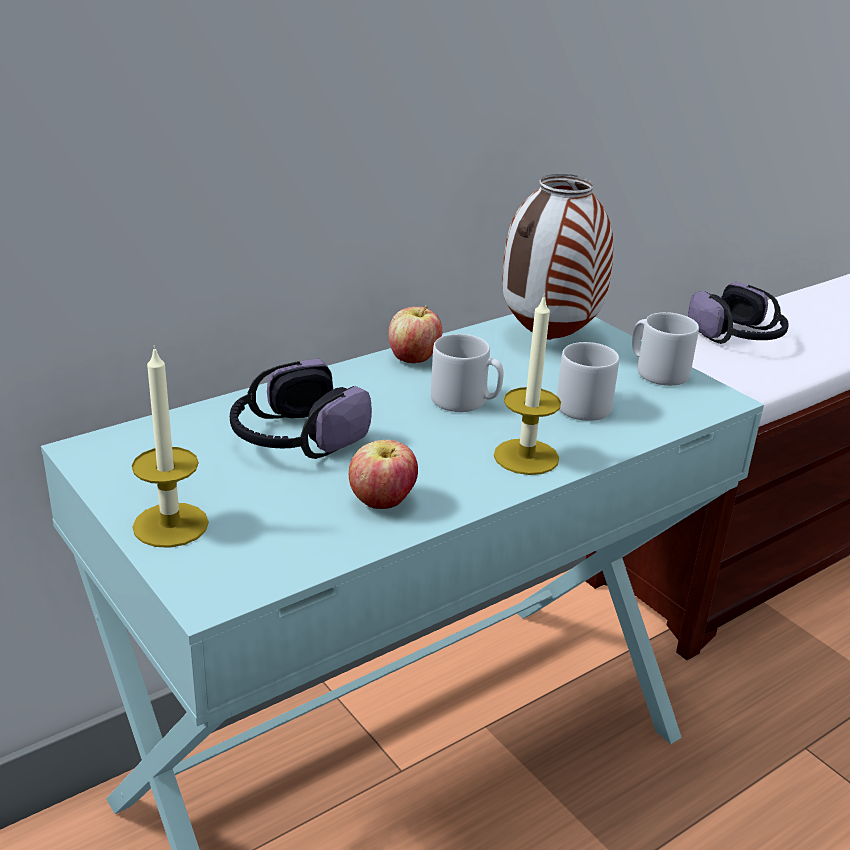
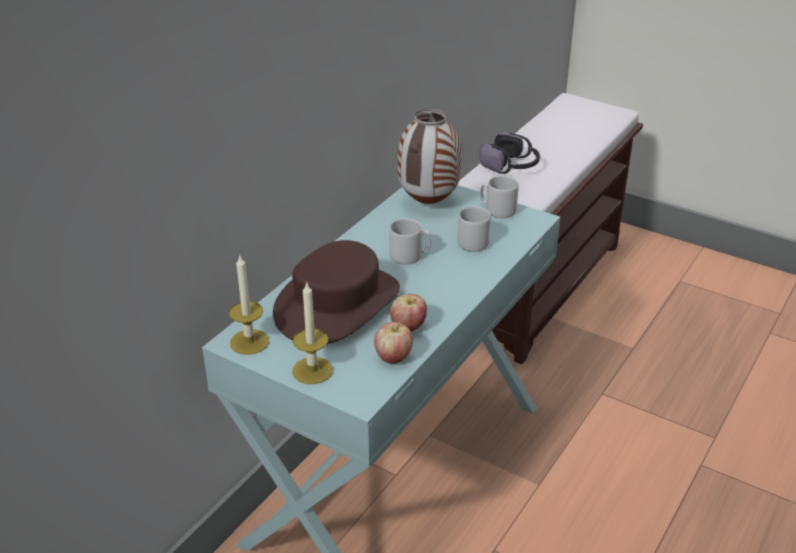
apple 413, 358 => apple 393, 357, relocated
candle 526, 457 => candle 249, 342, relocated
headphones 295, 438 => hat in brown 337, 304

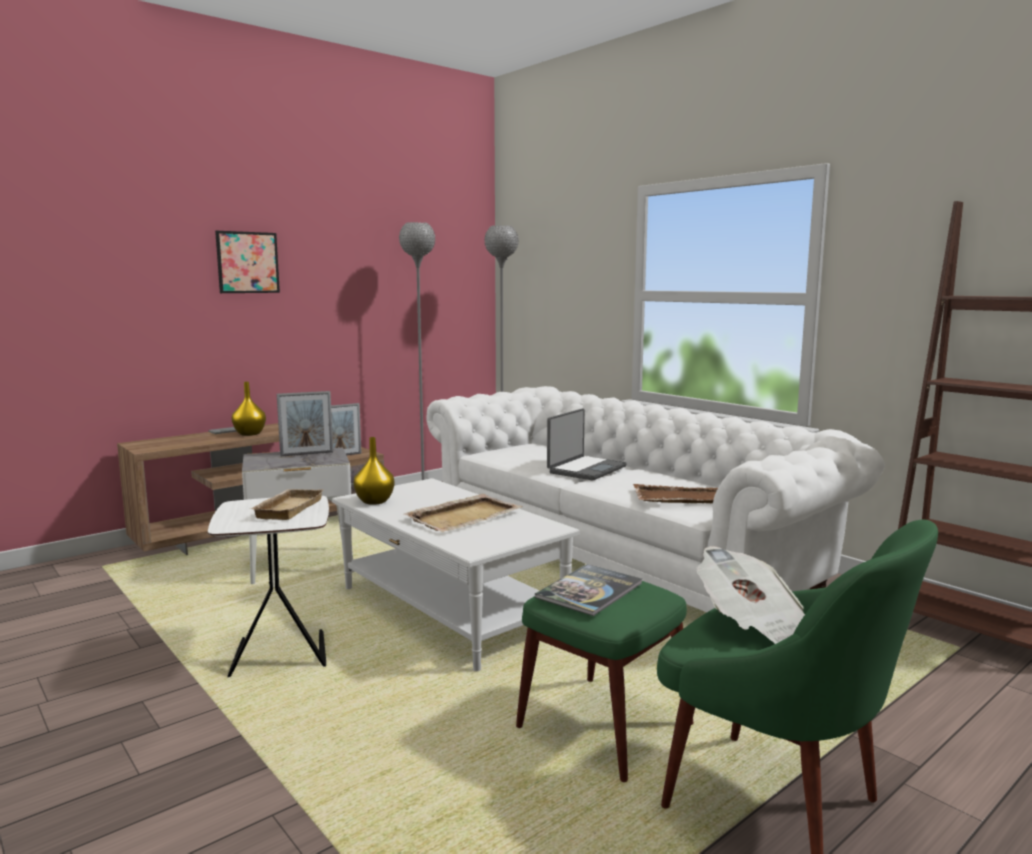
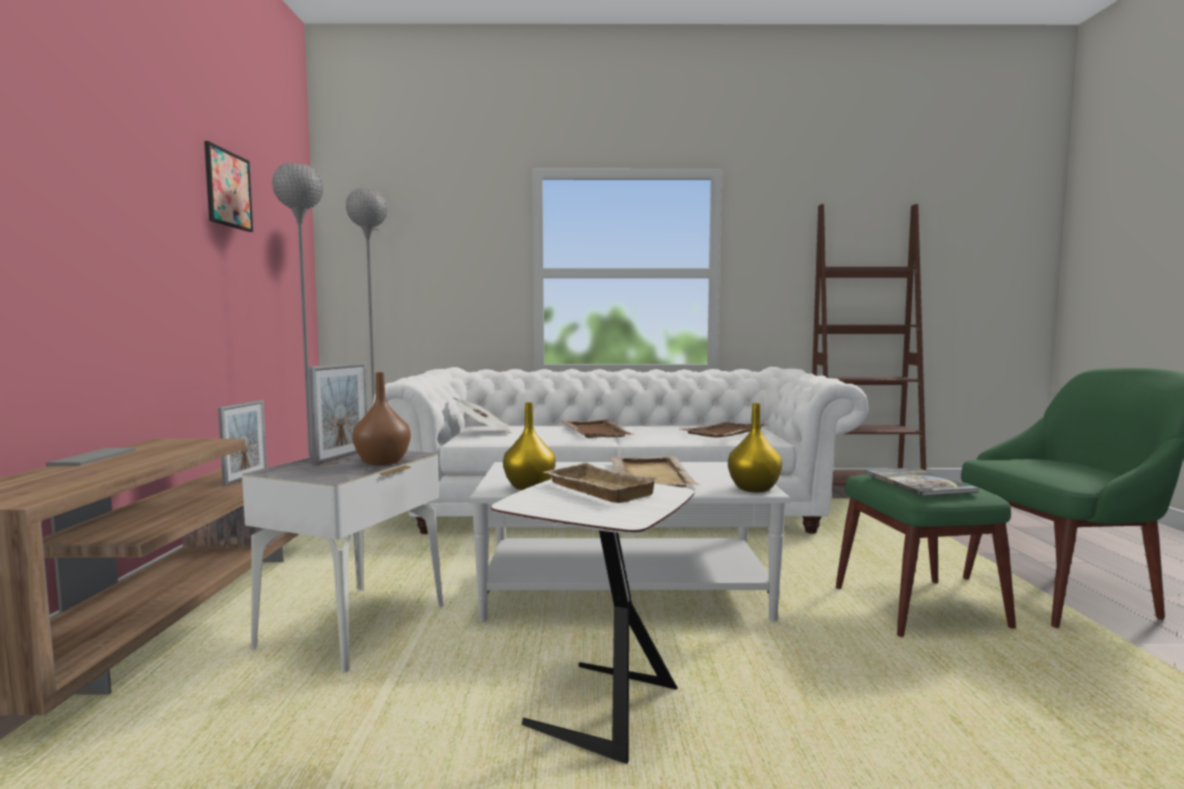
nothing => vase in brown 382, 462
picture 247, 262 => picture 228, 189, relocated
vase in yellow 250, 434 => vase in yellow 755, 489, relocated
newspaper 753, 625 => newspaper 484, 432, relocated
laptop 585, 469 => tray in brown 596, 431

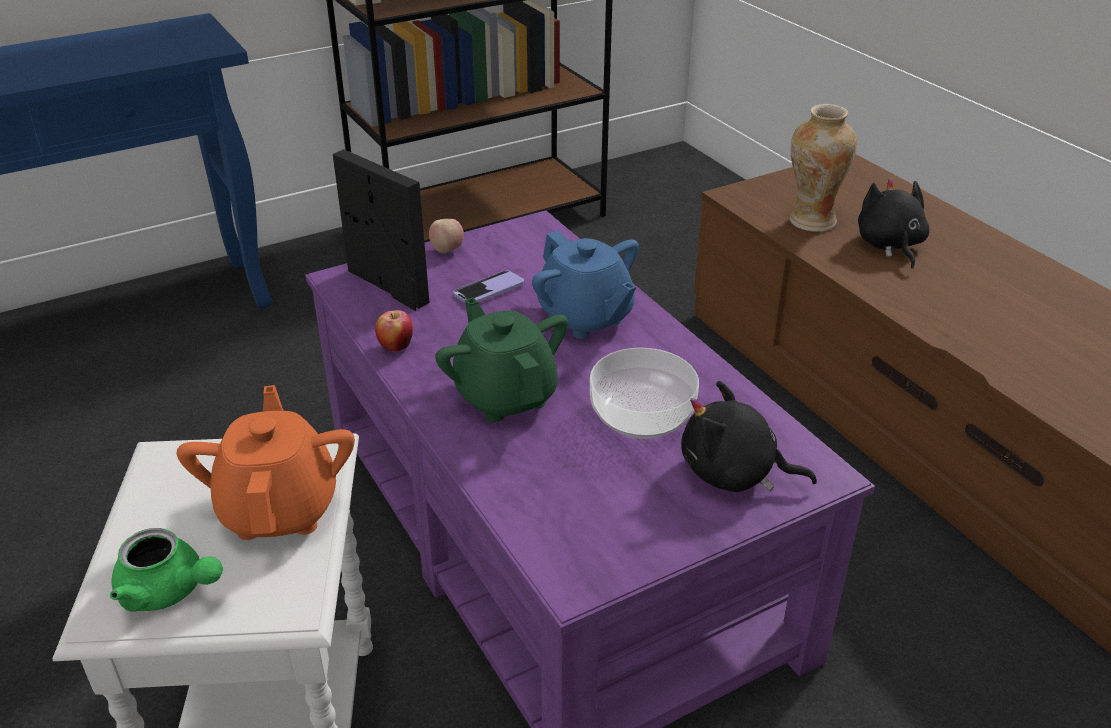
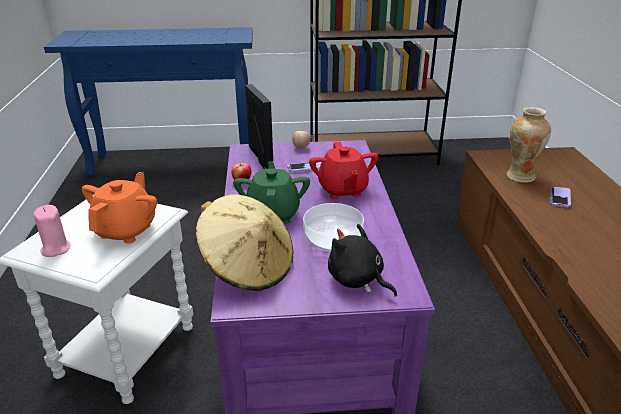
nothing => hat in beige 248, 267
teapot in green 169, 591 => candle in pink 55, 249
plush toy in black 889, 245 => phone 560, 198
teapot in blue 585, 317 => teapot in red 342, 190

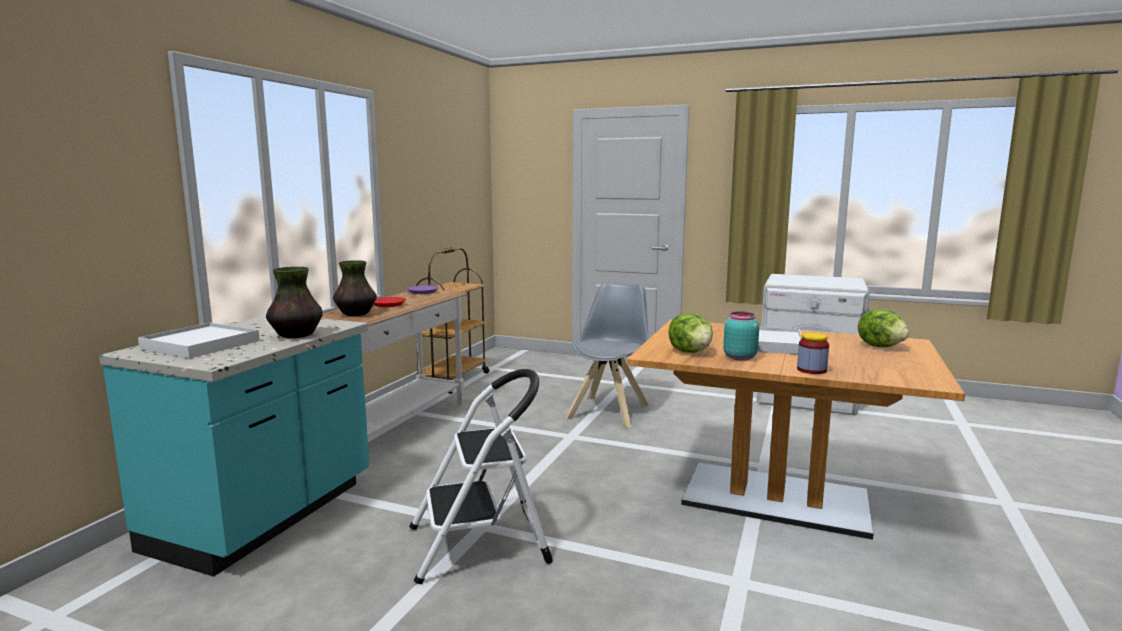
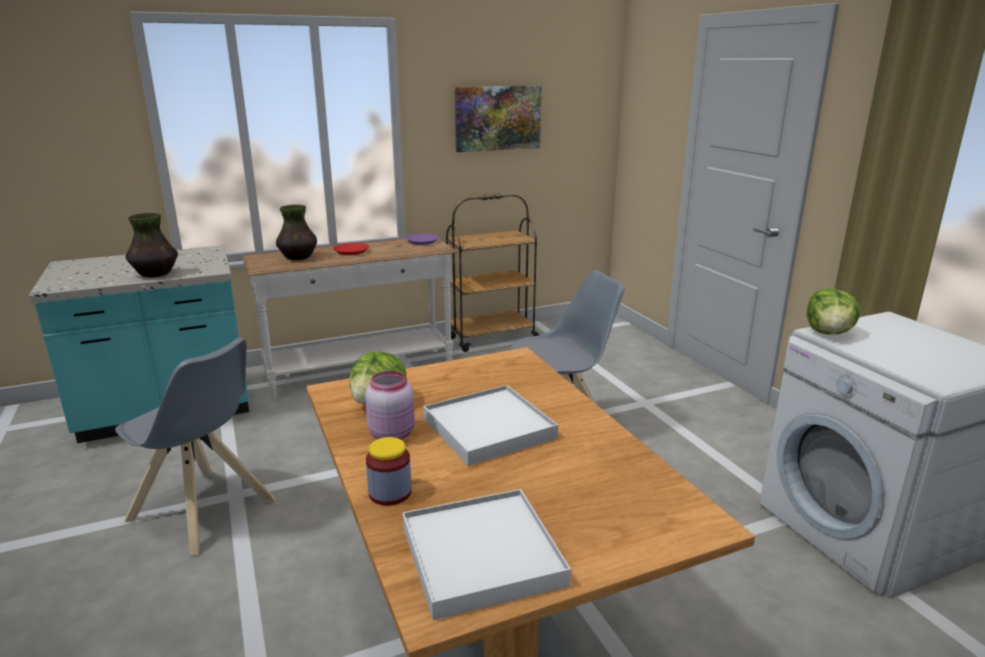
nothing => picture 497, 118
tray in white 201, 345 => tray in white 481, 556, relocated
lettuce 881, 346 => lettuce 829, 333, relocated
step ladder 483, 545 => chair in grey 204, 511
jar in turquoise 739, 357 => jar in pink 393, 434

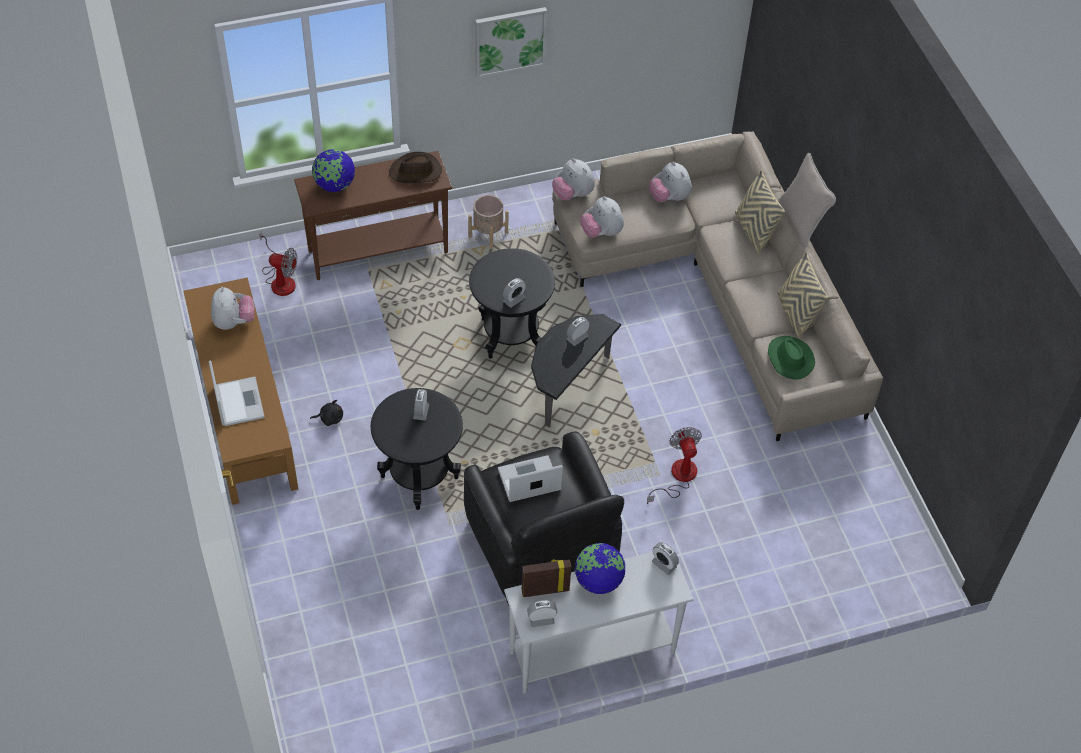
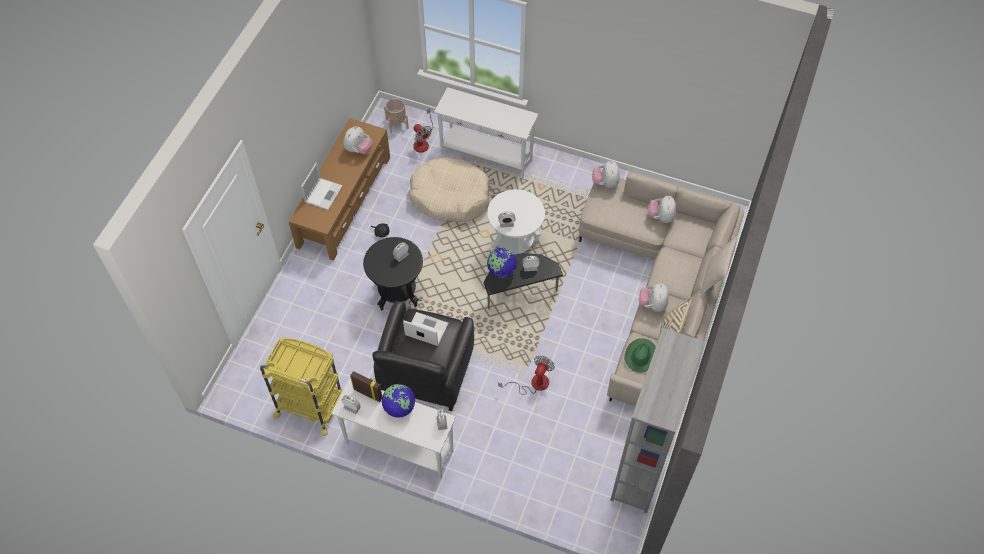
hat in brown 416, 172 => nothing
picture 510, 41 => nothing
pillow in beige 754, 231 => nothing
nothing => cart in yellow 311, 405
nothing => dog bed in beige 450, 196
nothing => bookcase in grey 641, 466
globe 334, 185 => globe 501, 270, relocated
planter in beige 488, 234 => planter in beige 397, 123, relocated
plush toy 601, 232 => plush toy 652, 304, relocated
console table in brown 379, 251 => console table in white 487, 155
side table in black 511, 335 => side table in white 515, 245

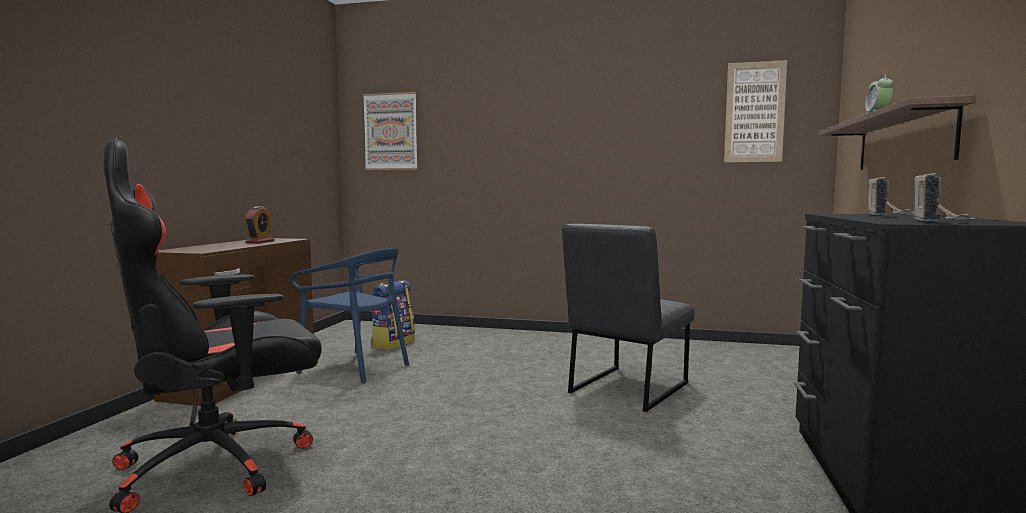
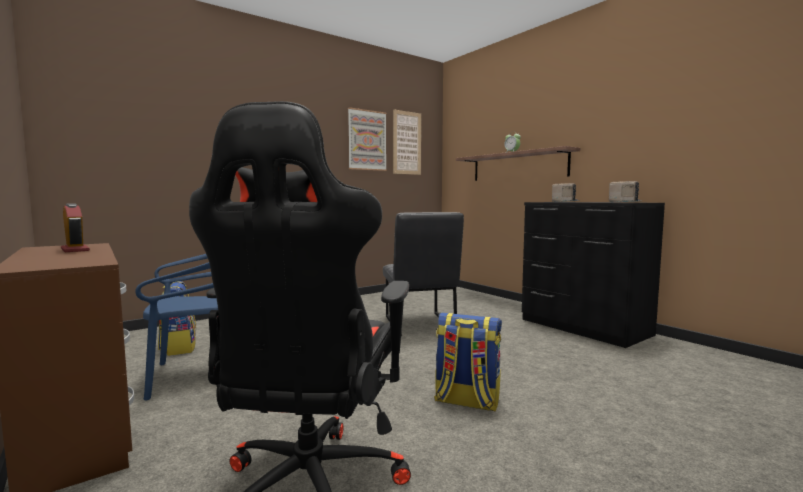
nothing => backpack 466, 401
picture 391, 131 => picture 367, 140, relocated

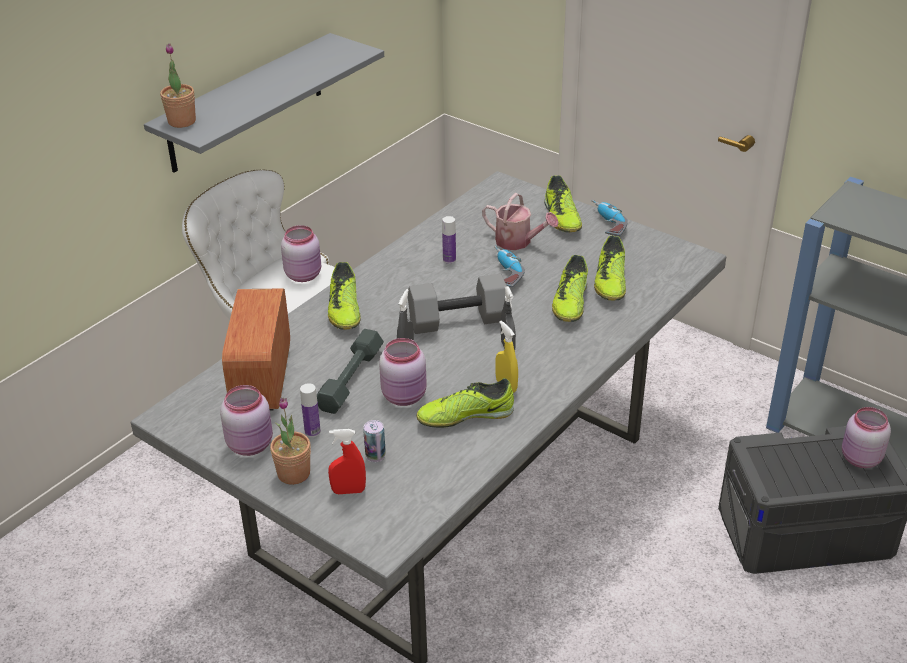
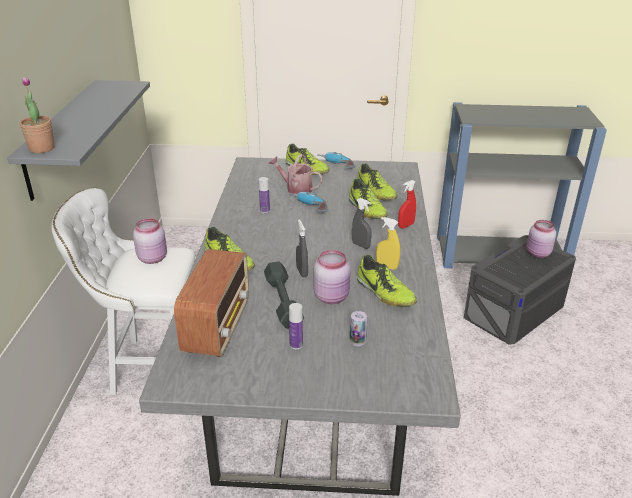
jar in pink 251, 444 => nothing
potted plant 293, 473 => nothing
dumbbell in grey 457, 322 => nothing
spray bottle in red 348, 491 => spray bottle in red 406, 225, relocated
radio 261, 379 => radio 217, 326, 135 degrees counterclockwise
shoe 465, 416 => shoe 384, 293, 75 degrees counterclockwise
watering can 518, 242 => watering can 296, 188, 150 degrees counterclockwise

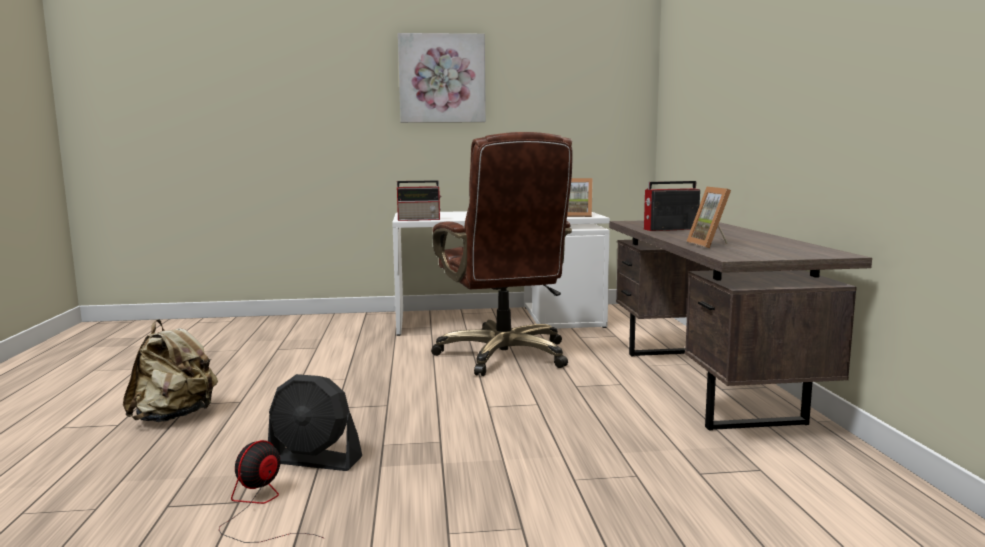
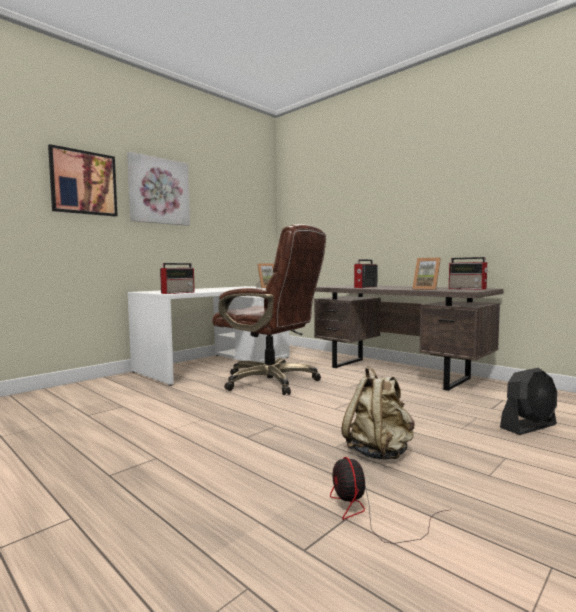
nothing => picture 83, 183
nothing => radio 468, 288
backpack in beige 174, 417 => backpack in beige 379, 452, relocated
fan in black 314, 460 => fan in black 528, 426, relocated

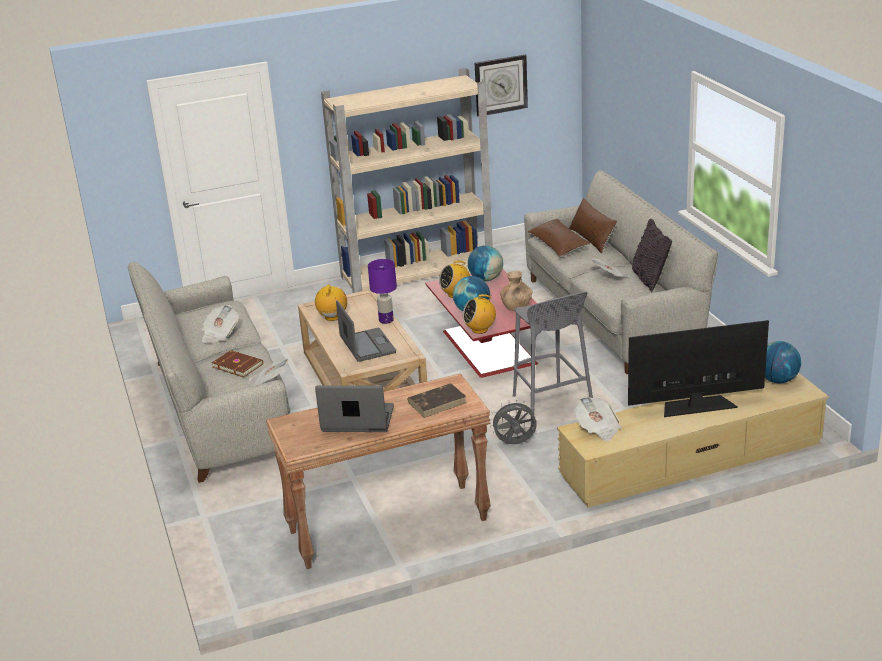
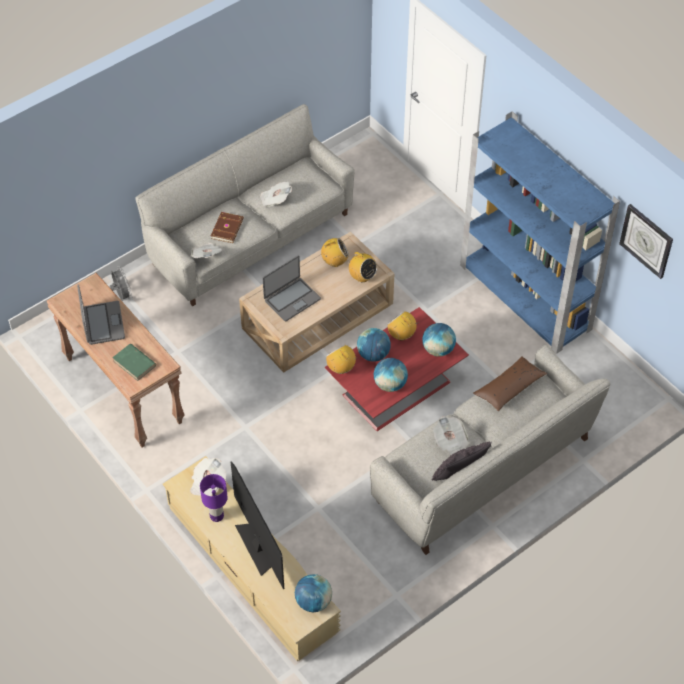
stool in grey 550, 405 => nothing
pillow in brown 592, 239 => nothing
nothing => radio 362, 277
table lamp in purple 386, 320 => table lamp in purple 217, 516, relocated
fan in grey 515, 444 => fan in grey 122, 296, relocated
vase in brown 516, 307 => globe 390, 384
bookcase in beige 417, 272 => bookcase in blue 525, 297
book in brown 437, 402 => book in green 135, 363

